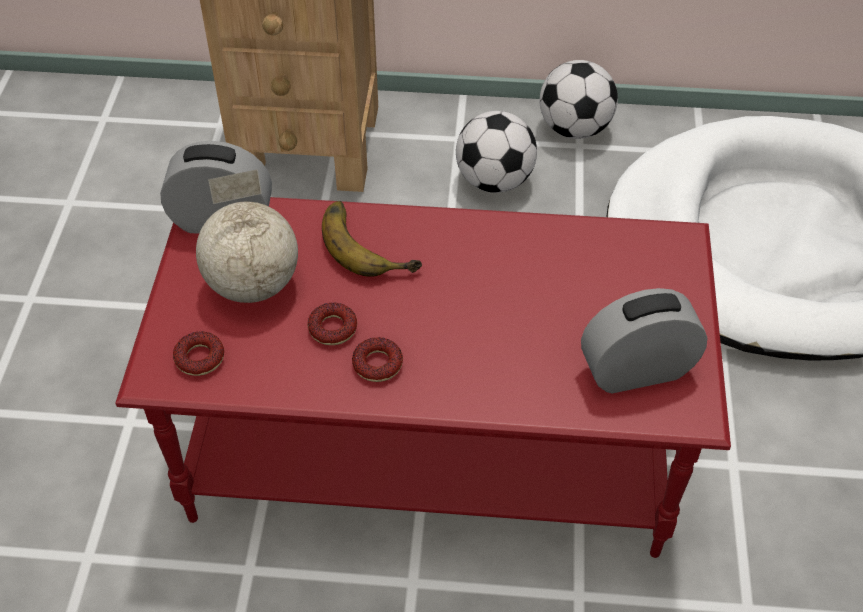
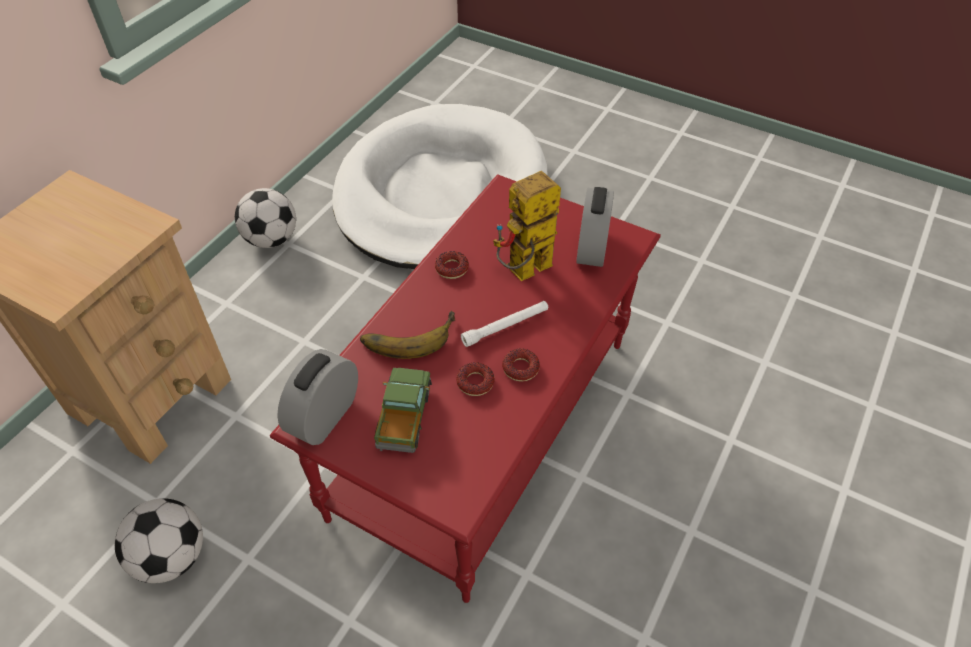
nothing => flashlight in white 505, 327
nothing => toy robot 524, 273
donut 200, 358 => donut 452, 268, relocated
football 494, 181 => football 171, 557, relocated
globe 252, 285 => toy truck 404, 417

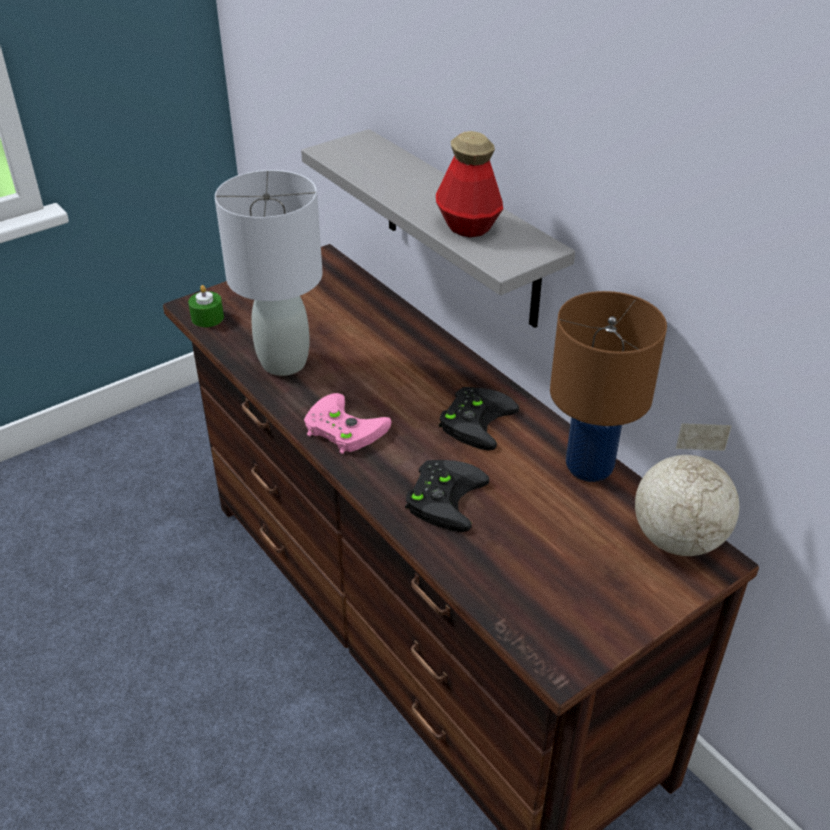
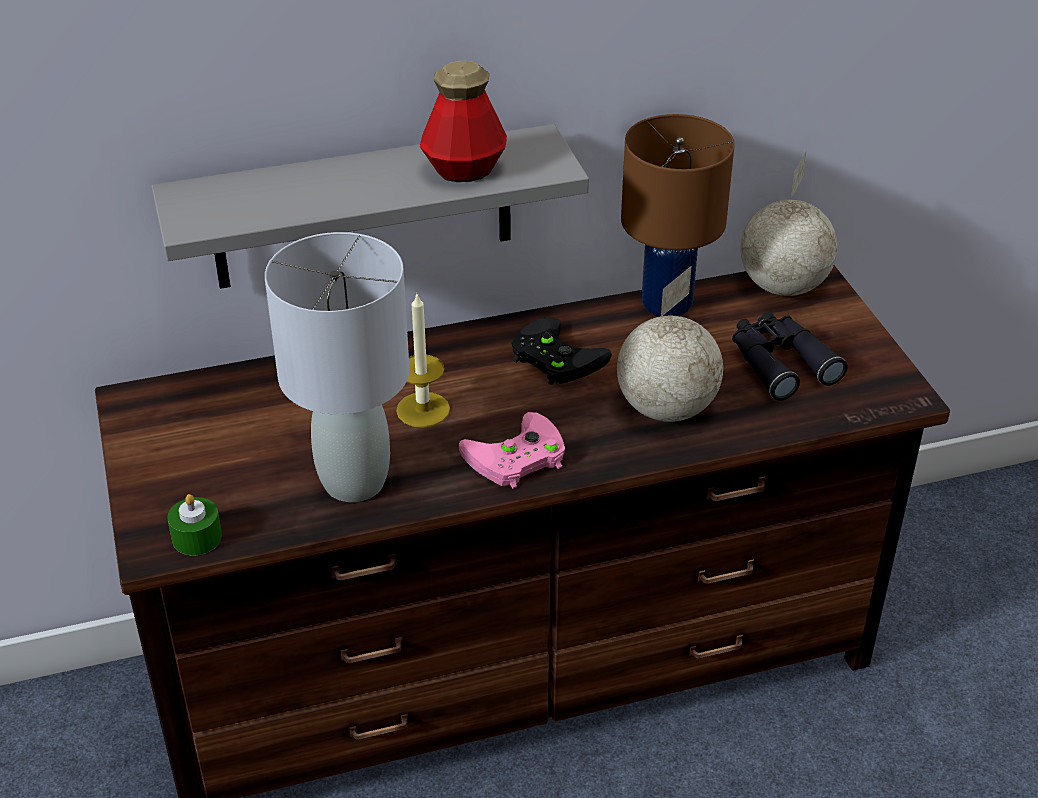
nothing => candle 423, 410
nothing => binoculars in black 779, 363
game controller in black 443, 496 => globe 665, 409

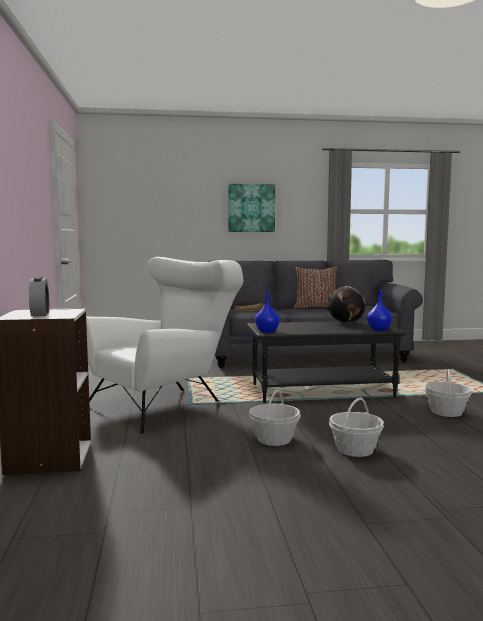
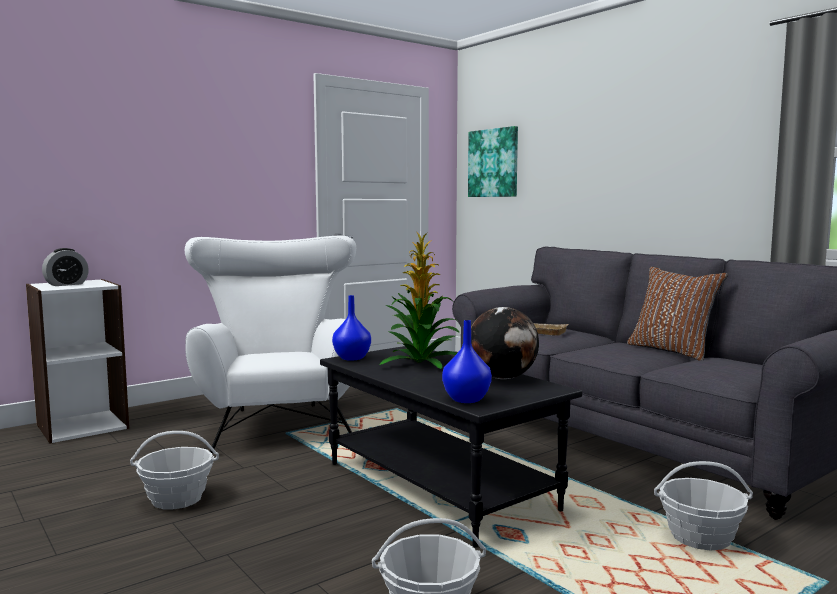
nothing => potted plant 422, 362
picture 251, 208 => picture 493, 163, relocated
basket 355, 449 => basket 700, 538, relocated
armchair in white 165, 404 => armchair in white 278, 424, 120 degrees counterclockwise

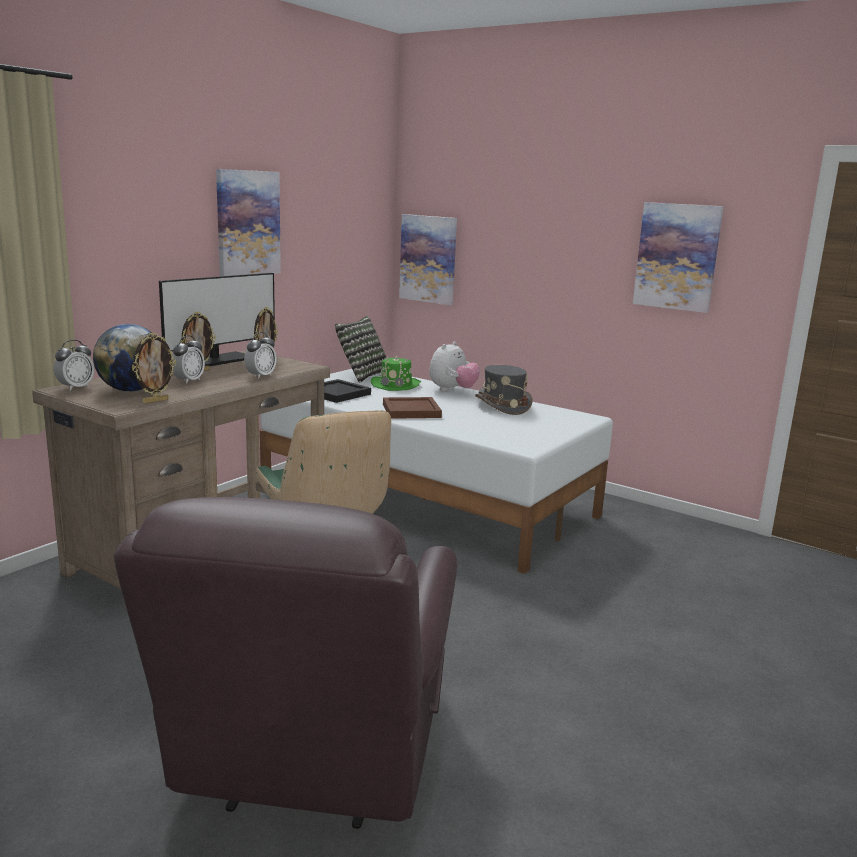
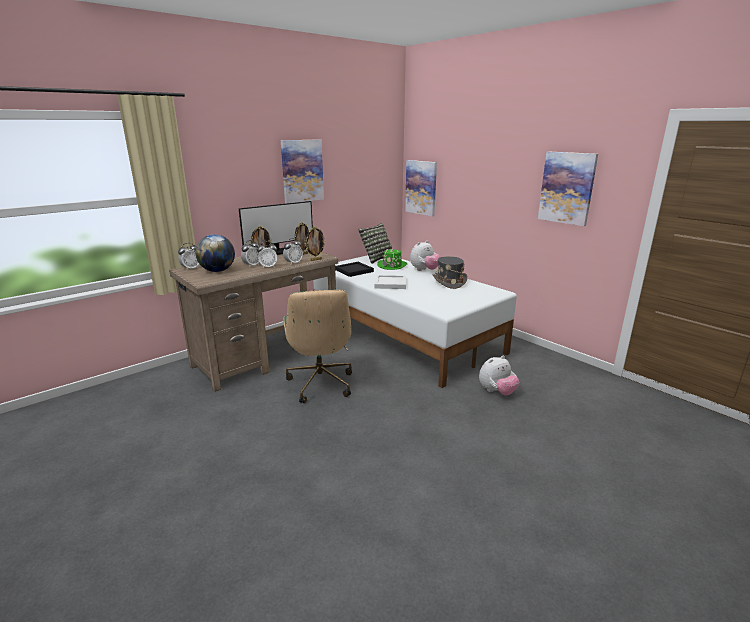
armchair in brown 312, 761 => nothing
nothing => alarm clock 268, 267
nothing => plush toy 497, 392
picture frame 155, 401 => picture frame 316, 260, relocated
tray in brown 412, 411 => tray in white 391, 283

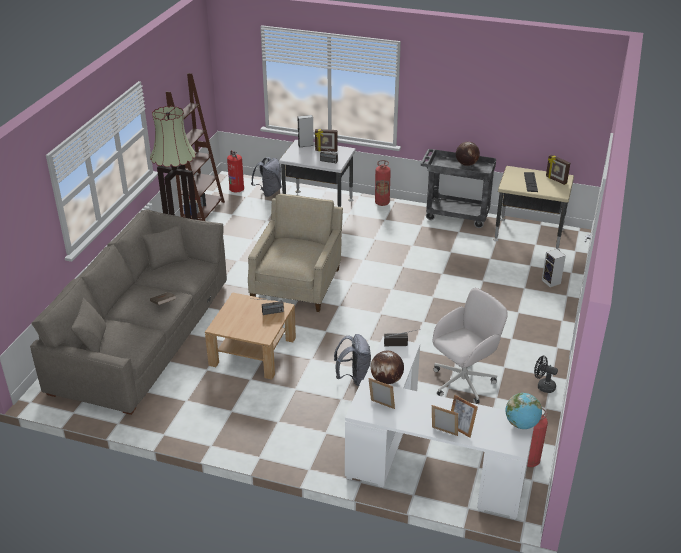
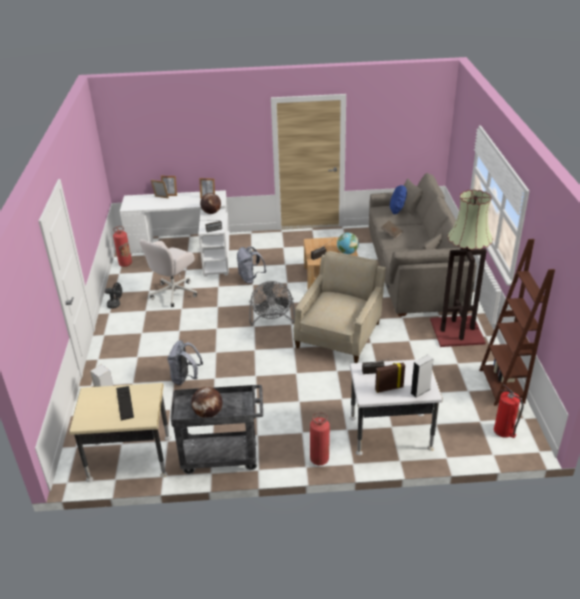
picture frame 556, 180 => nothing
nothing => fan in grey 270, 319
nothing => pillow in blue 397, 211
backpack in grey 269, 192 => backpack in grey 185, 378, relocated
globe 521, 424 => globe 347, 252, relocated
armchair in beige 297, 283 => armchair in beige 339, 333, 150 degrees counterclockwise

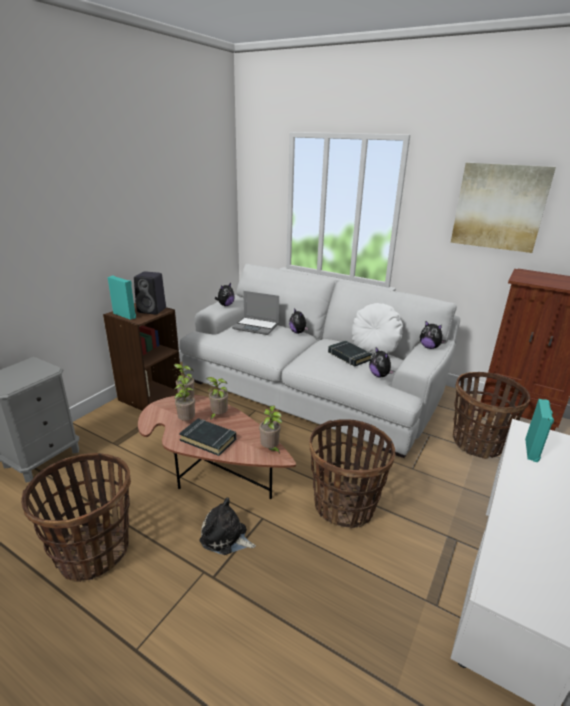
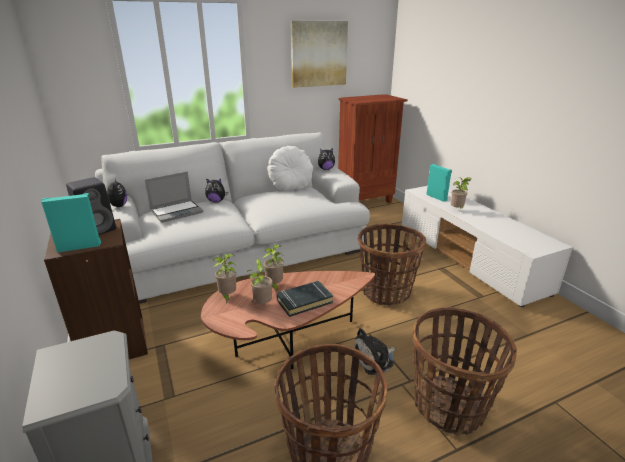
book in black 349, 356 => nothing
plush toy 379, 375 => nothing
potted plant 270, 449 => potted plant 457, 210, relocated
basket 477, 443 => basket 449, 406, relocated

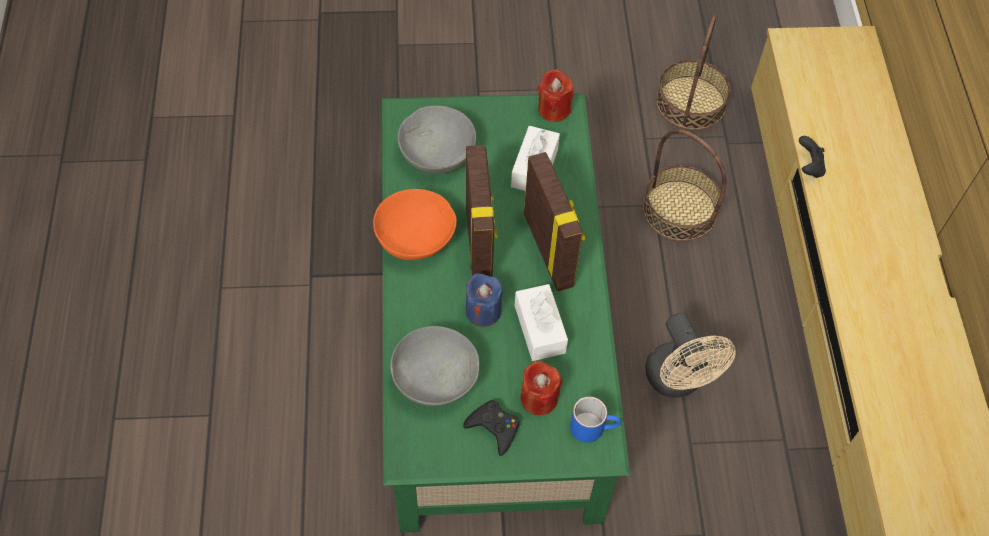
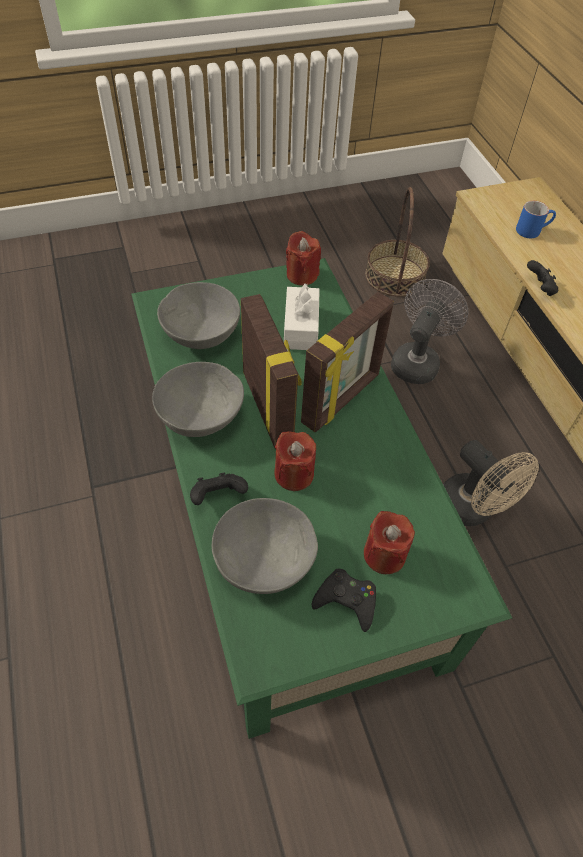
tissue box in white 539, 329 => nothing
nothing => game controller in black 218, 497
mug in blue 593, 427 => mug in blue 532, 230, relocated
basket 679, 210 => fan in grey 417, 361
bowl in orange 415, 239 => bowl in grey 200, 417
candle in blue 483, 311 => candle in red 294, 474
picture frame 550, 250 => picture frame 342, 399, 75 degrees clockwise

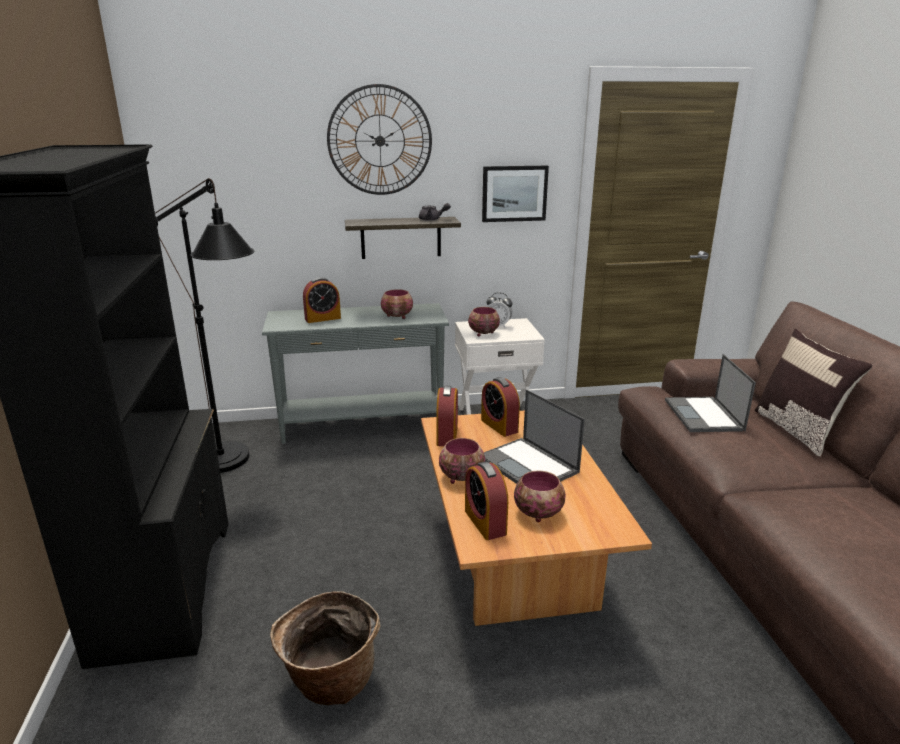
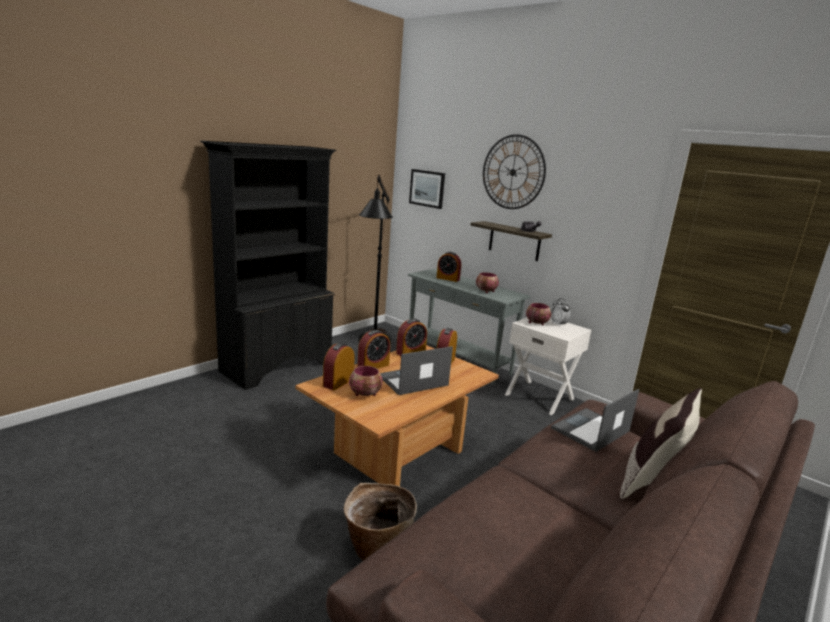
basket 329, 681 => basket 377, 548, relocated
picture 514, 193 => picture 427, 188, relocated
bowl 460, 477 => alarm clock 373, 366
laptop 529, 465 => laptop 412, 381, 45 degrees clockwise

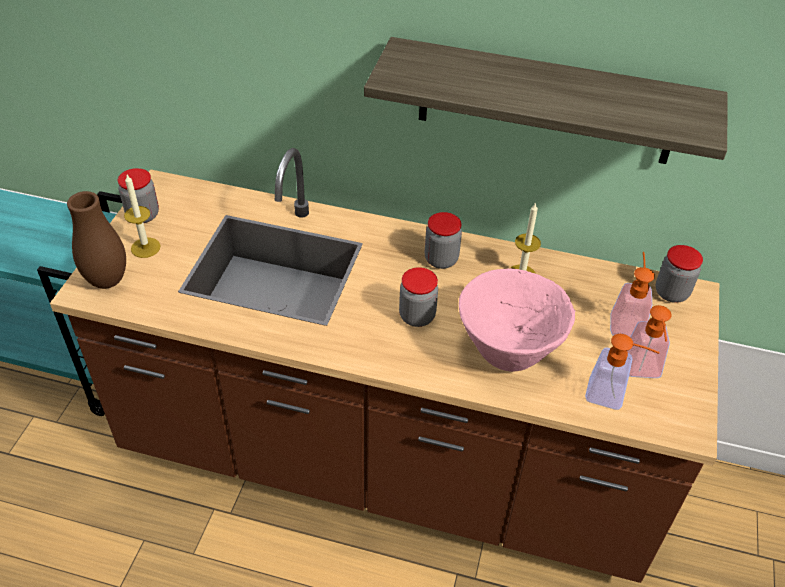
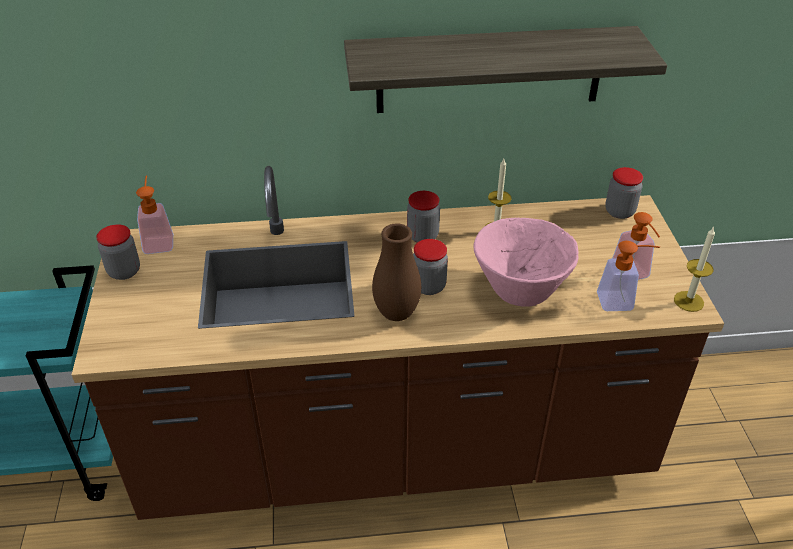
vase in brown 107, 280 => vase in brown 396, 313, relocated
candle 145, 247 => candle 688, 301, relocated
soap dispenser 626, 321 => soap dispenser 158, 240, relocated

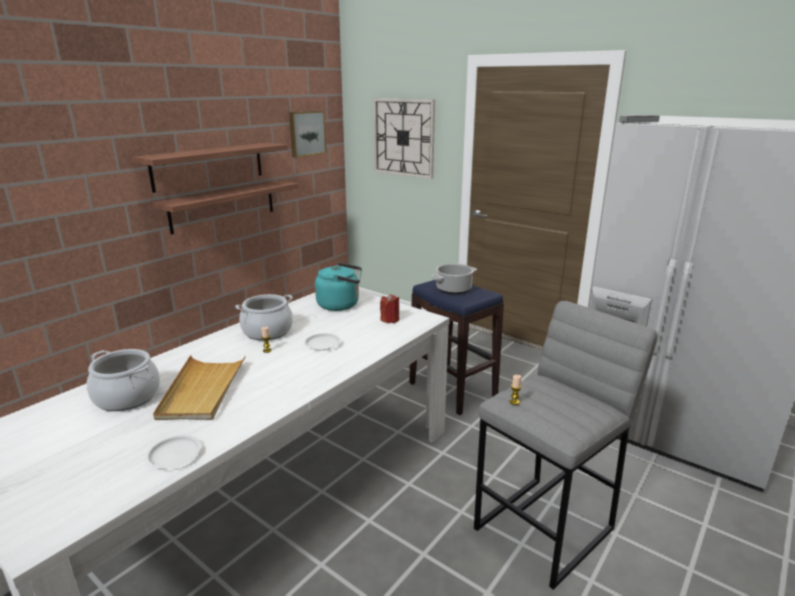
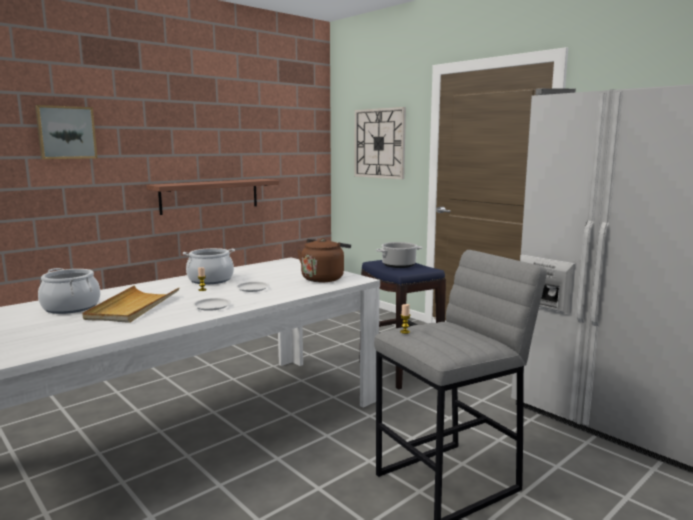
shelf 209, 166 => nothing
kettle in turquoise 341, 305 => nothing
plate in white 174, 455 => plate in white 212, 306, relocated
picture 306, 133 => picture 66, 132, relocated
candle in red 390, 319 => kettle in brown 324, 278

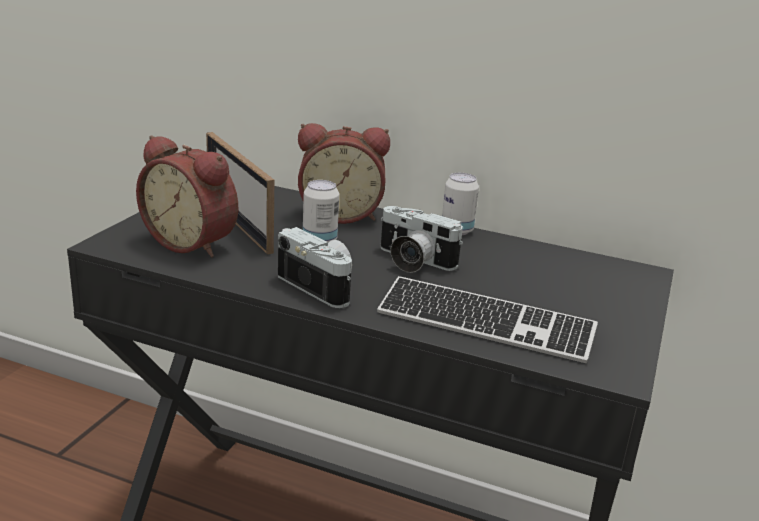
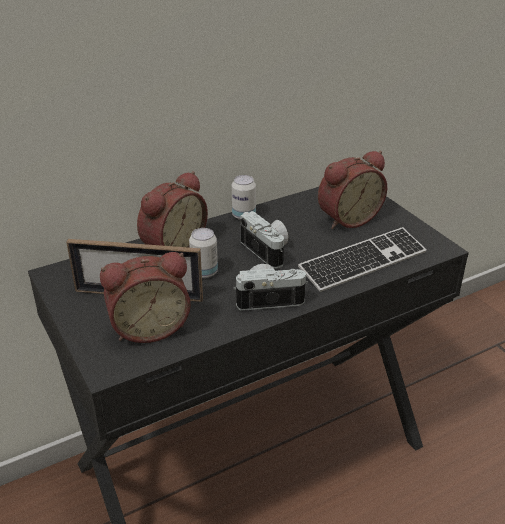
nothing => alarm clock 347, 218
photo camera 412, 261 => photo camera 268, 251, 105 degrees counterclockwise

